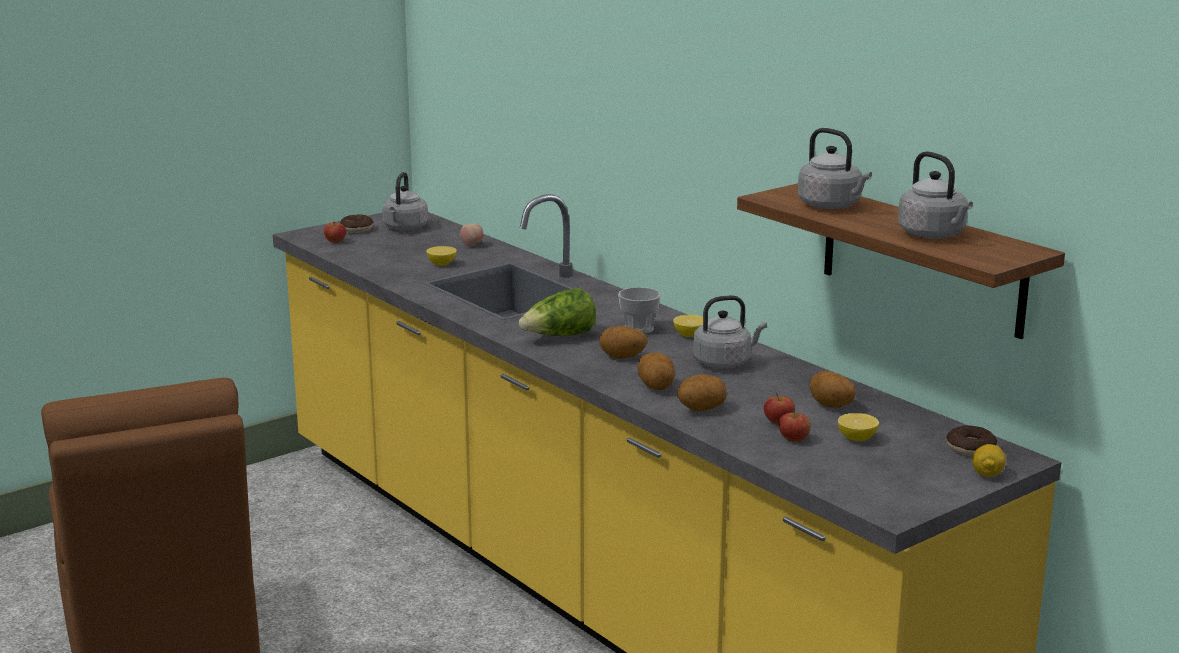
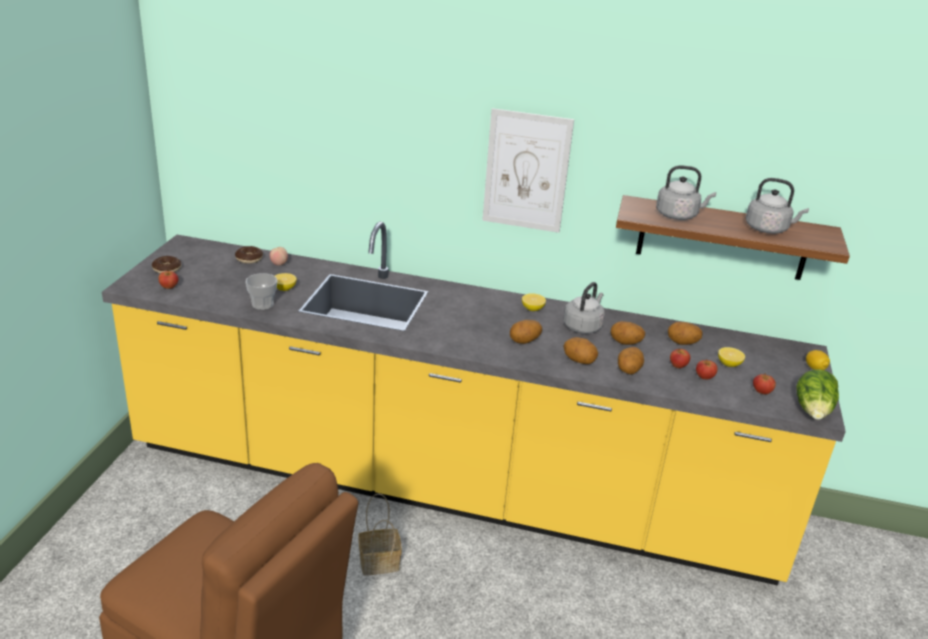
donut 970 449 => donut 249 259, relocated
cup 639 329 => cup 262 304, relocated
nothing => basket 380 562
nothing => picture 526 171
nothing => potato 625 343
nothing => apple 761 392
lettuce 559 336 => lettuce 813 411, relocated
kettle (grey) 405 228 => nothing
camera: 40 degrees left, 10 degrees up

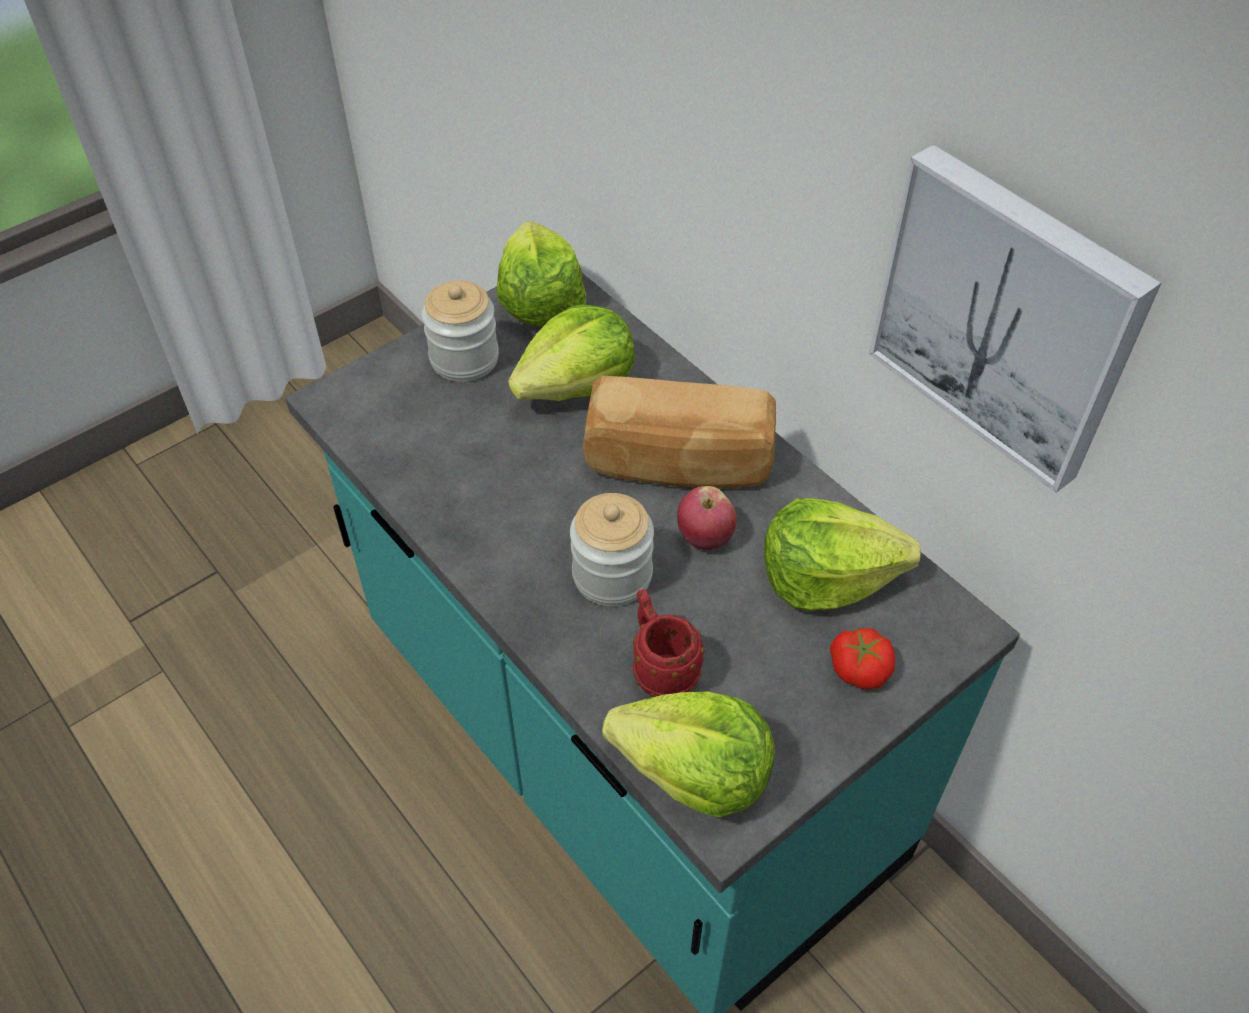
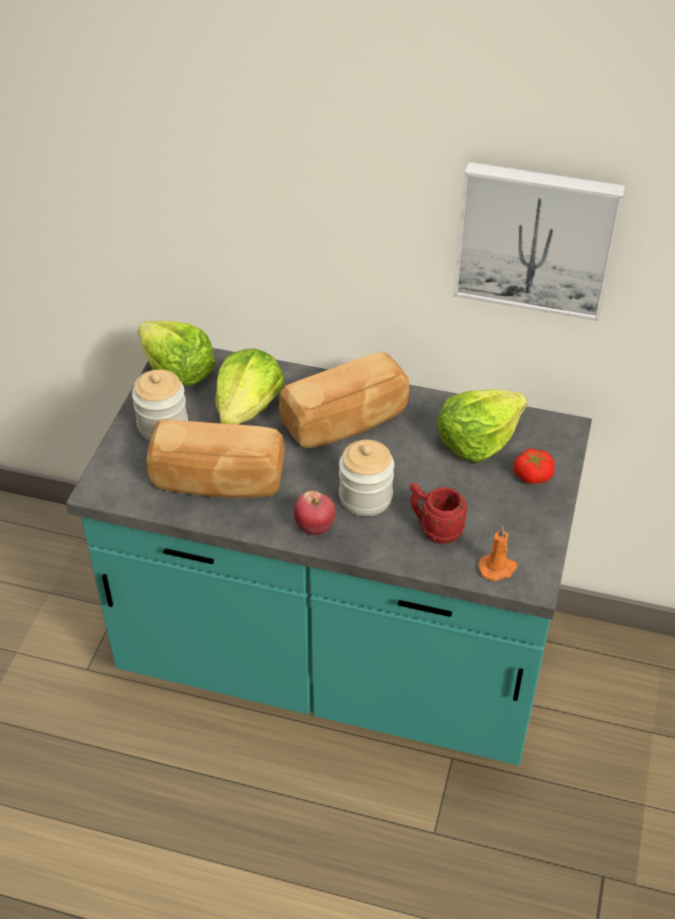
nothing => bread 217 480
apple 705 538 => apple 315 527, relocated
lettuce 694 774 => candle (orange) 498 568
camera: 35 degrees left, 5 degrees down

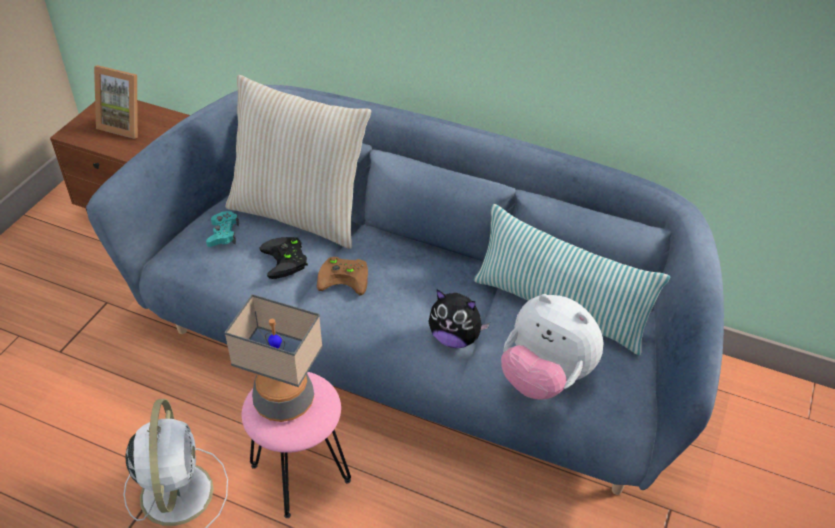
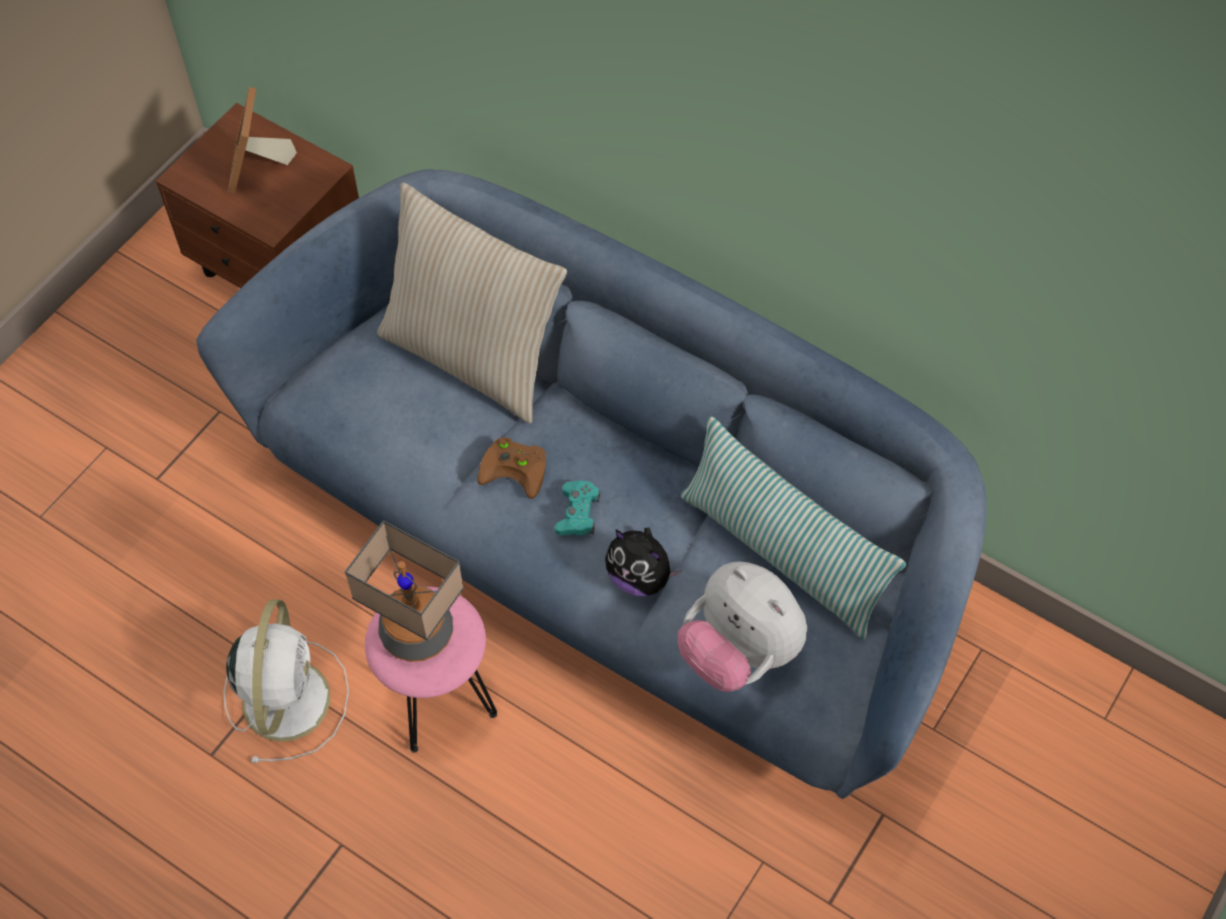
picture frame 126 124 => picture frame 258 169, 60 degrees clockwise
game controller (turquoise) 223 234 => game controller (turquoise) 577 513, relocated
game controller (black) 286 260 => nothing
camera: 10 degrees right, 15 degrees up

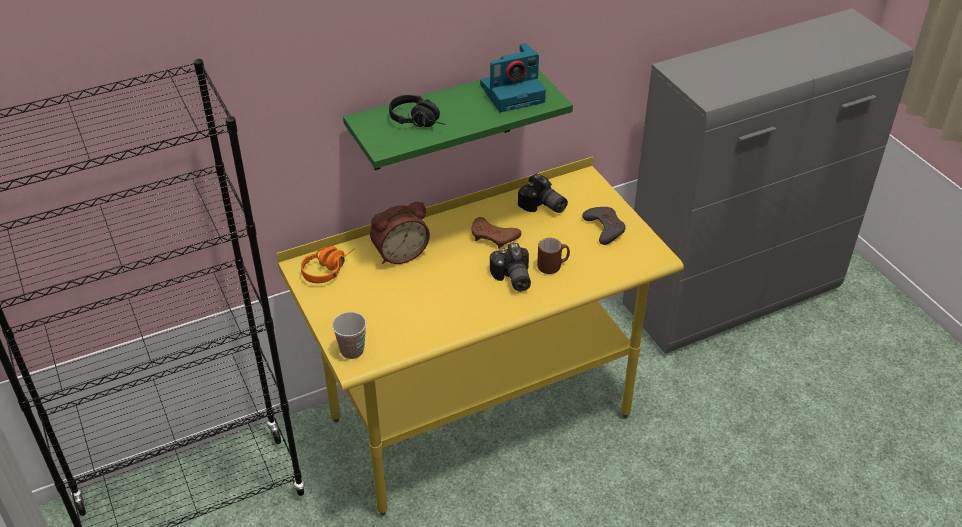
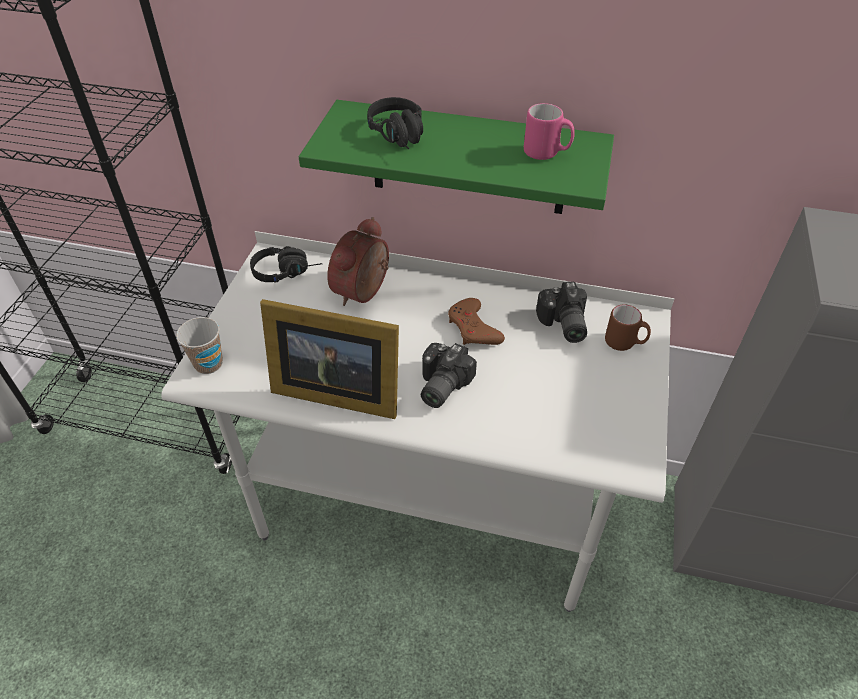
desk (yellow) 480 417 => desk (white) 429 507
headphones (orange) 328 268 => headphones (black) 287 271
nothing => picture frame 334 390
alarm clock 399 253 => alarm clock 365 292, 105 degrees clockwise
photo camera 513 92 => mug (pink) 546 153
mug (brown) 553 266 => mug (brown) 624 343, relocated
game controller (grey) 604 228 => nothing
camera: 40 degrees right, 5 degrees up

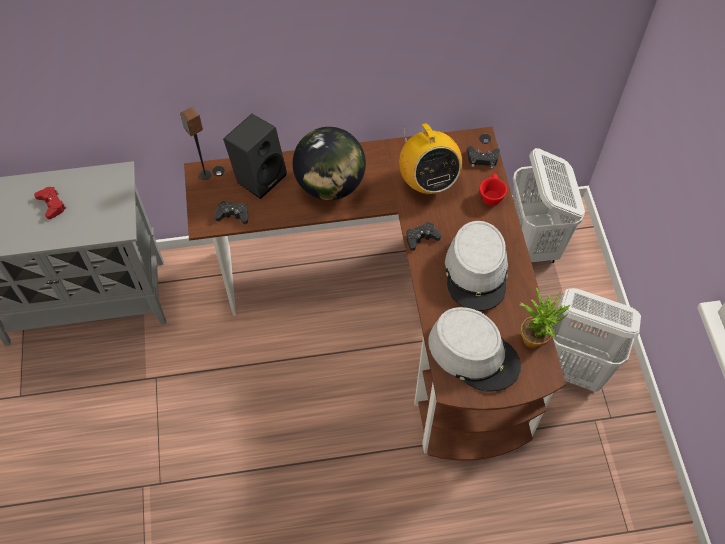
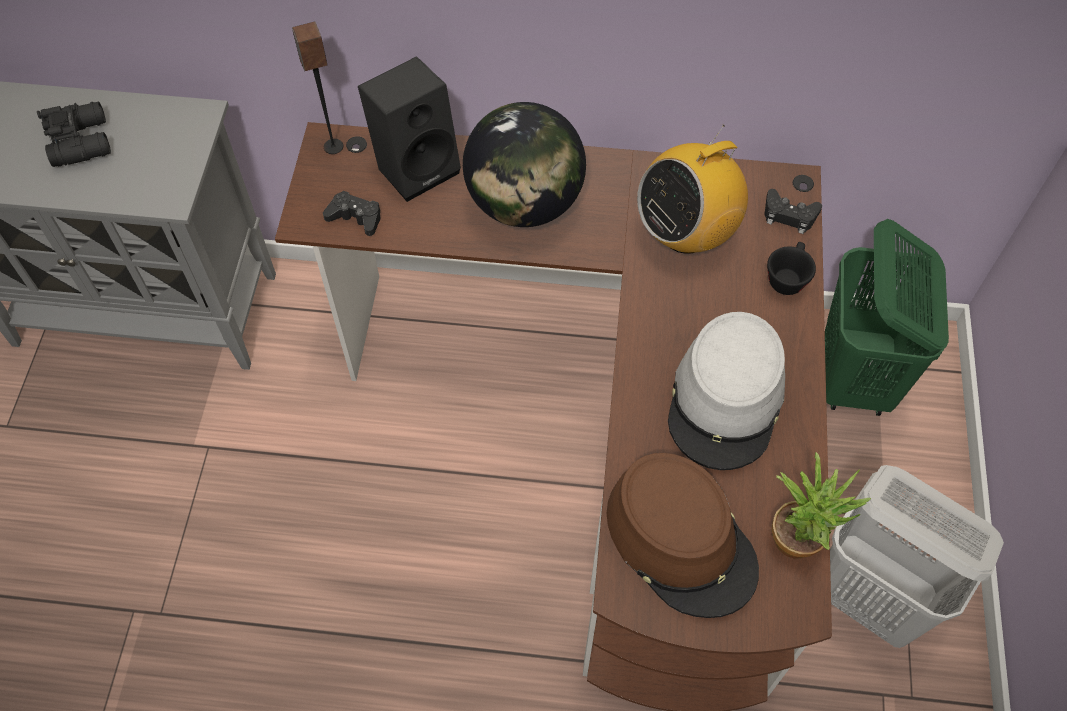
game controller (red) 52 204 => binoculars (black) 82 140
hat (grey) 474 353 => hat (brown) 681 540
radio 427 182 => radio 686 232, 60 degrees clockwise
cup (red) 491 195 => cup (black) 787 277
laundry basket (white) 534 244 => laundry basket (green) 854 378
game controller (black) 421 238 => nothing
camera: 15 degrees right, 0 degrees up

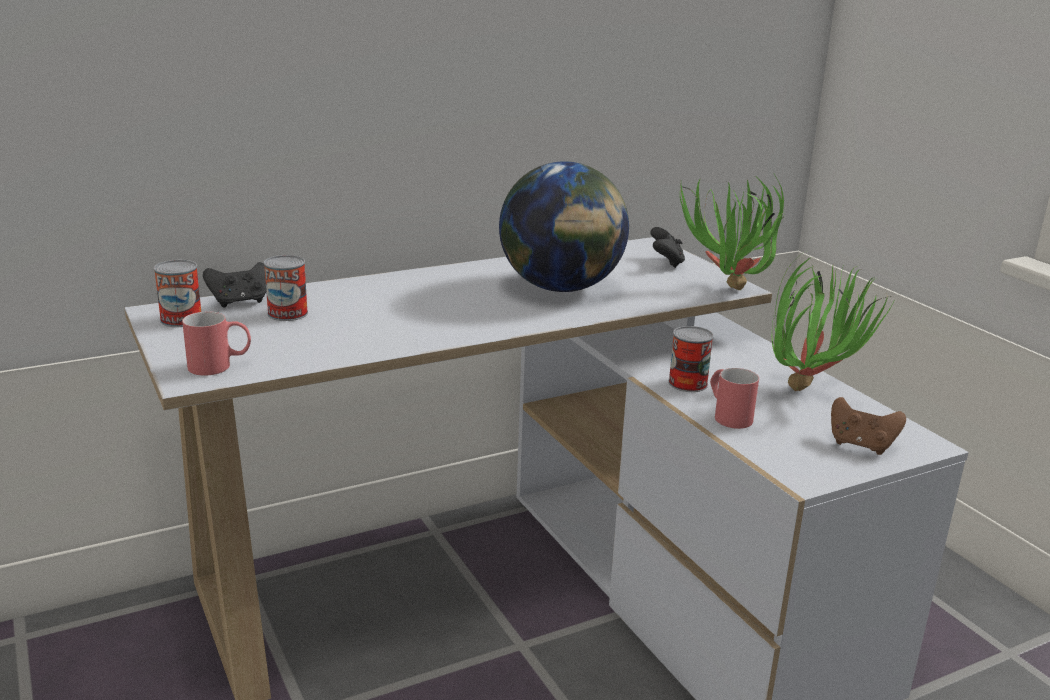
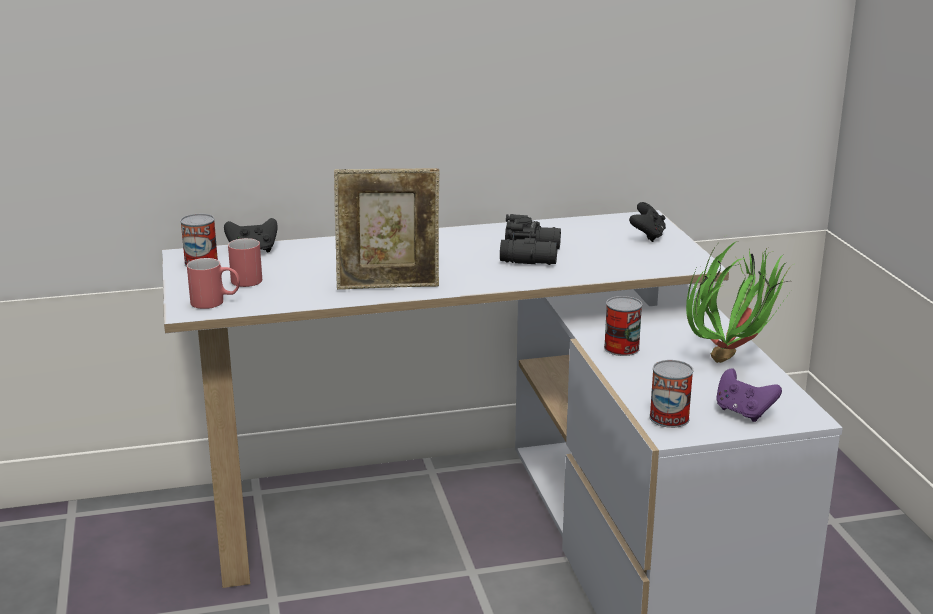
mug (red) 727 415 => mug (red) 246 278, relocated
nothing => picture frame 389 286
globe 561 288 => binoculars (black) 532 255
can 287 313 => can 669 418, relocated
game controller (brown) 860 445 => game controller (purple) 743 412
potted plant 729 293 => nothing
camera: 15 degrees right, 0 degrees up

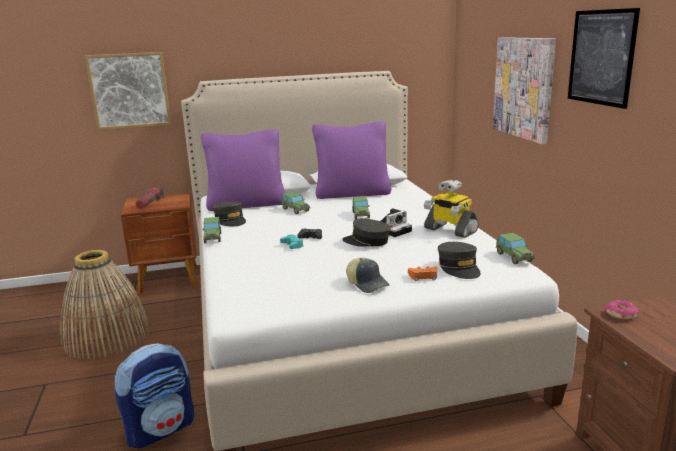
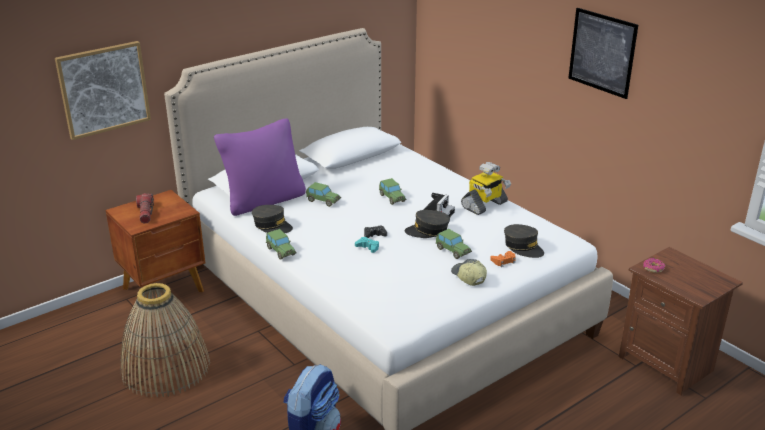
toy car 513 257 => toy car 452 251, relocated
cap 367 284 => cap 468 277, 150 degrees counterclockwise
toy robot 450 230 => toy robot 484 205, 60 degrees counterclockwise
pillow (purple) 352 193 => nothing
picture 523 88 => nothing
camera: 25 degrees left, 10 degrees up

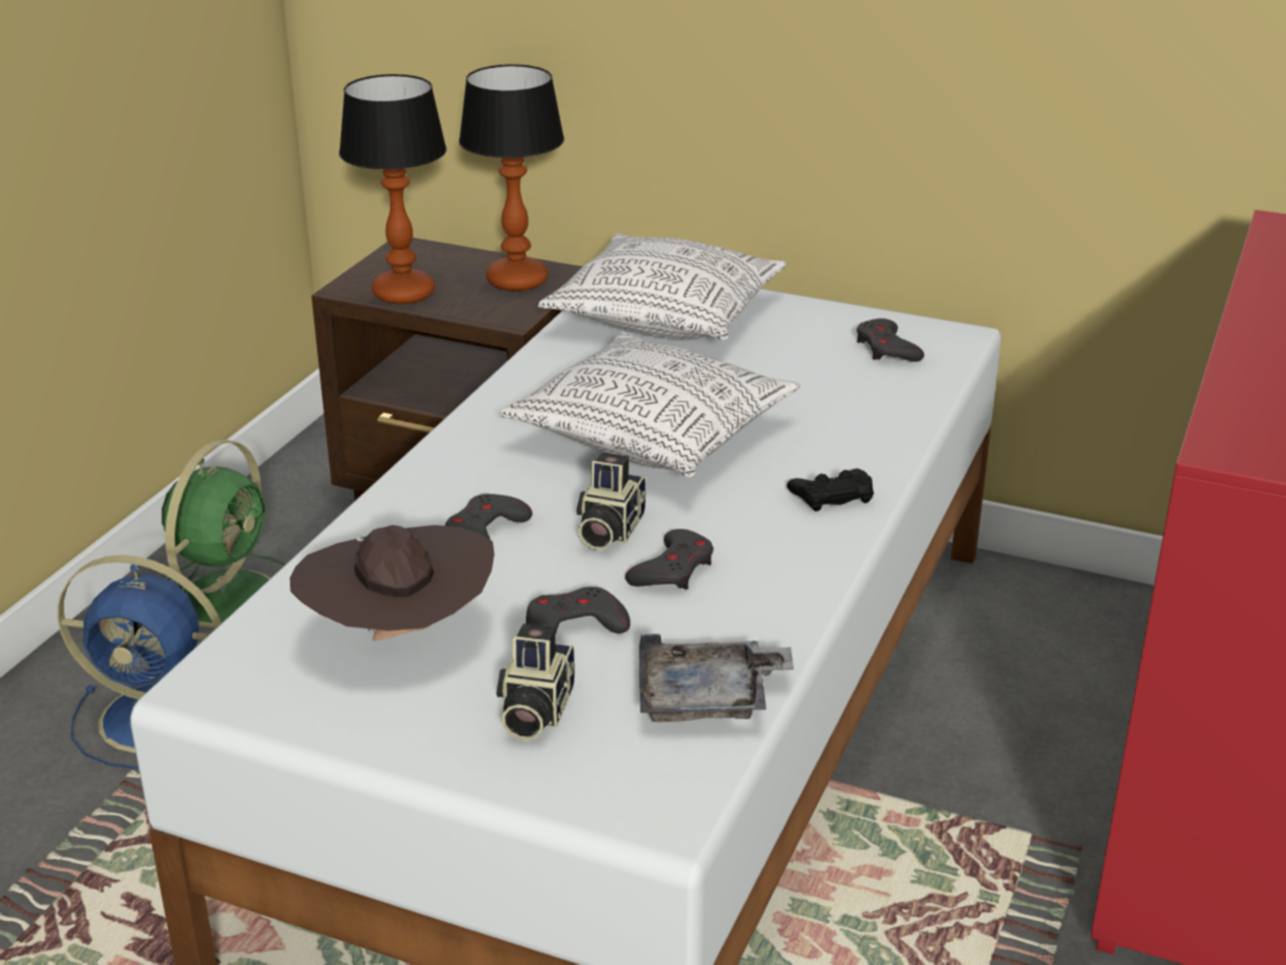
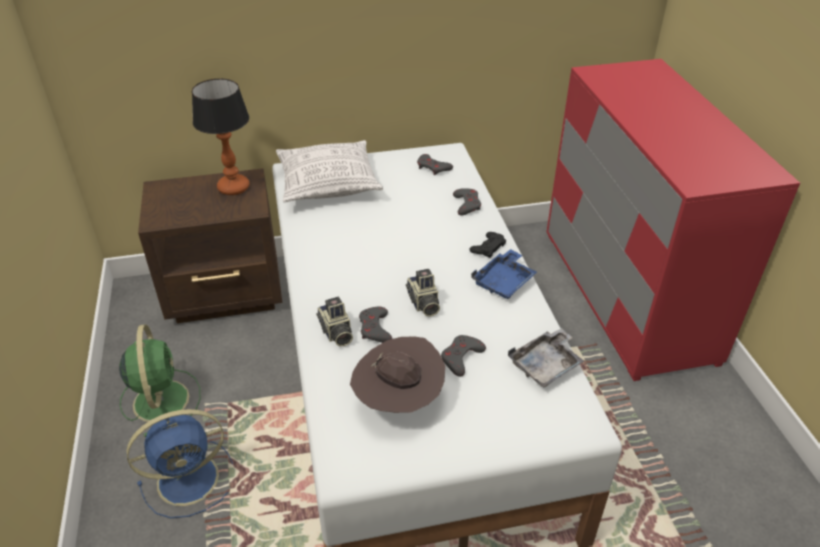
photo camera 533 711 => photo camera 336 333, relocated
game controller (grey) 673 569 => game controller (grey) 467 204, relocated
nothing => tray (blue) 504 282
table lamp 403 293 => nothing
pillow 653 435 => nothing
camera: 35 degrees left, 10 degrees up

